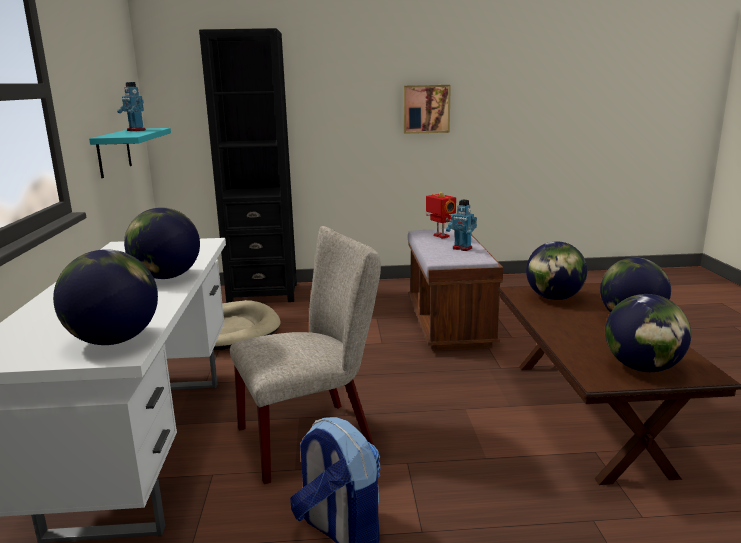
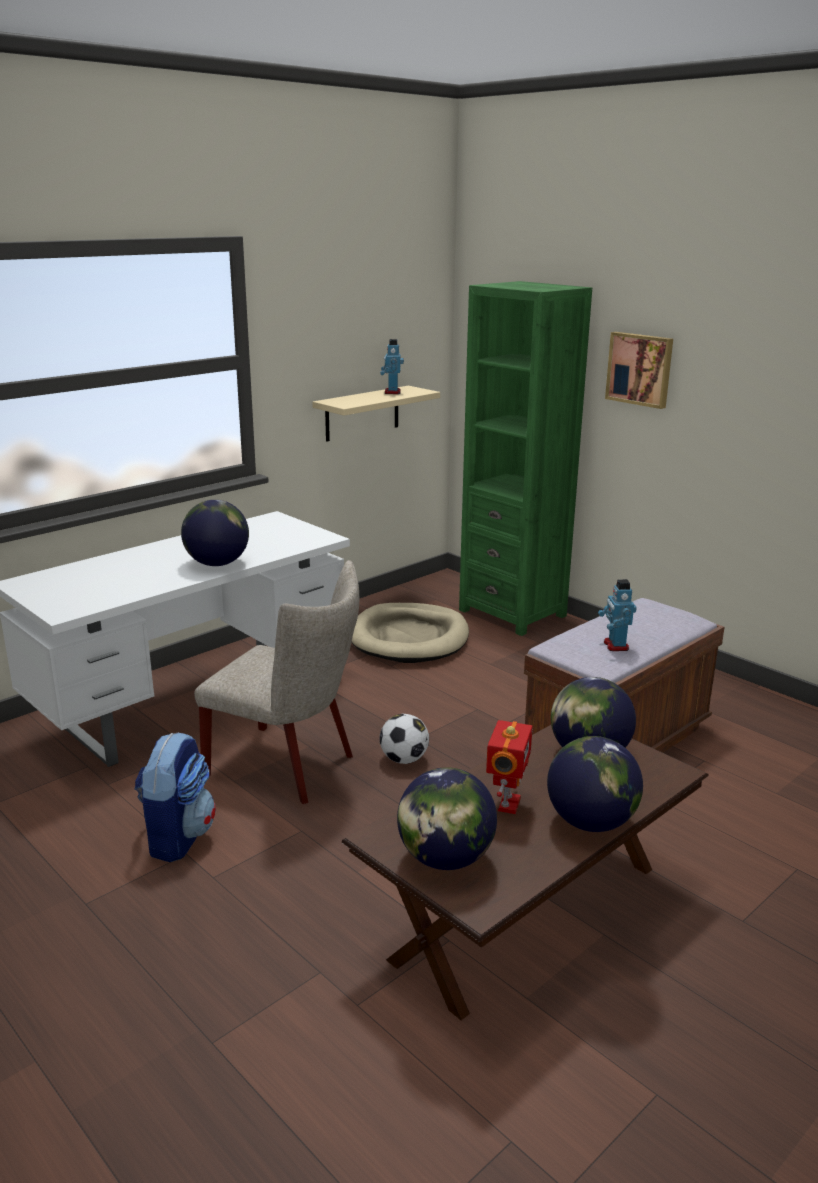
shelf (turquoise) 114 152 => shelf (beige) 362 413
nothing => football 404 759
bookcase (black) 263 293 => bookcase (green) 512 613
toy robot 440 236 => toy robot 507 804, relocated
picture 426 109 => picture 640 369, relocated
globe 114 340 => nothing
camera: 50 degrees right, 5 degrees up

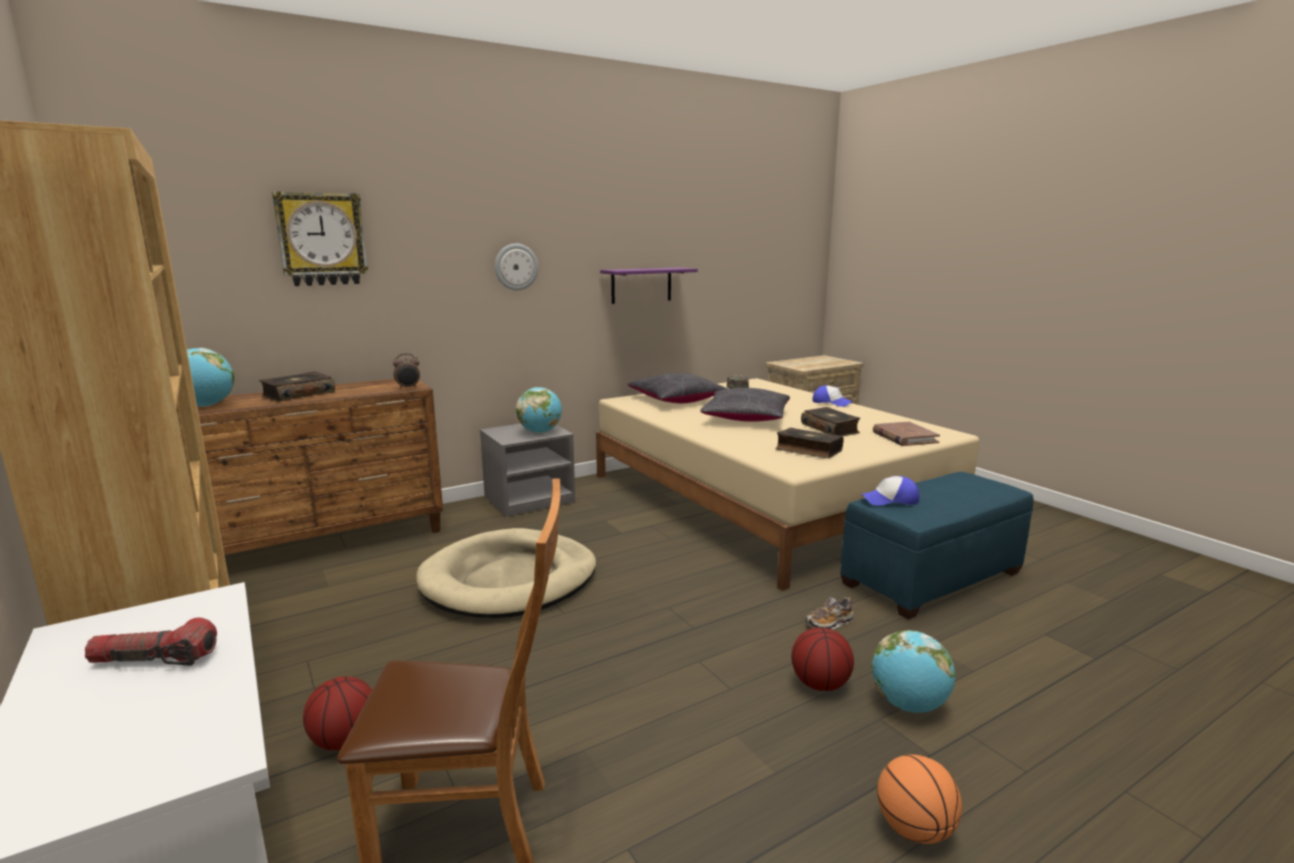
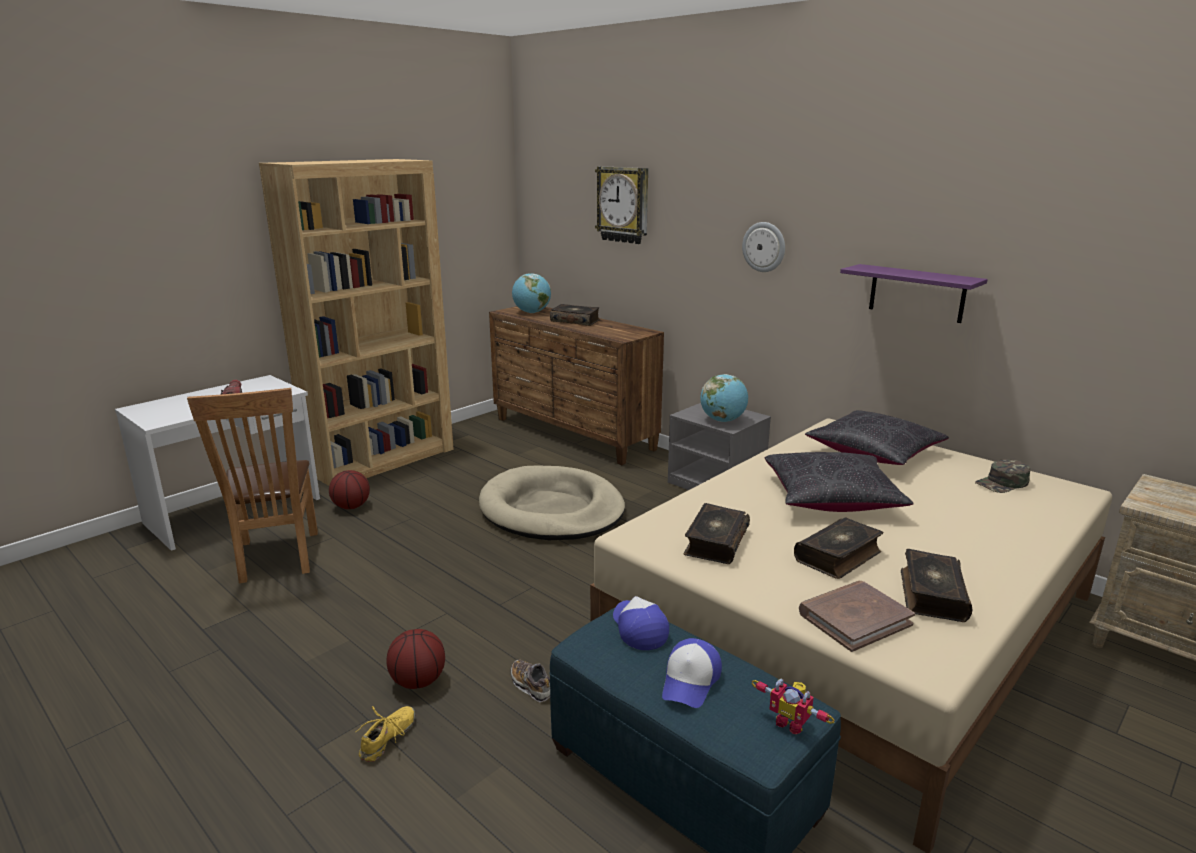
globe 908 705 => shoe (yellow) 388 739
cap 831 403 => cap 690 681, relocated
nothing => toy robot 791 723
nothing => book 931 595
alarm clock 408 388 => nothing
basketball 914 830 => nothing
camera: 75 degrees right, 5 degrees up

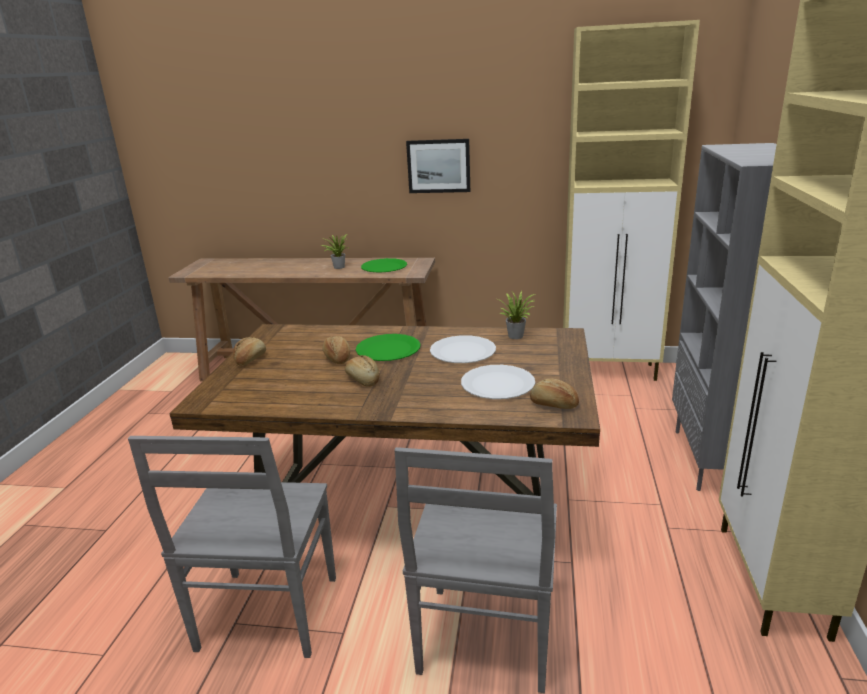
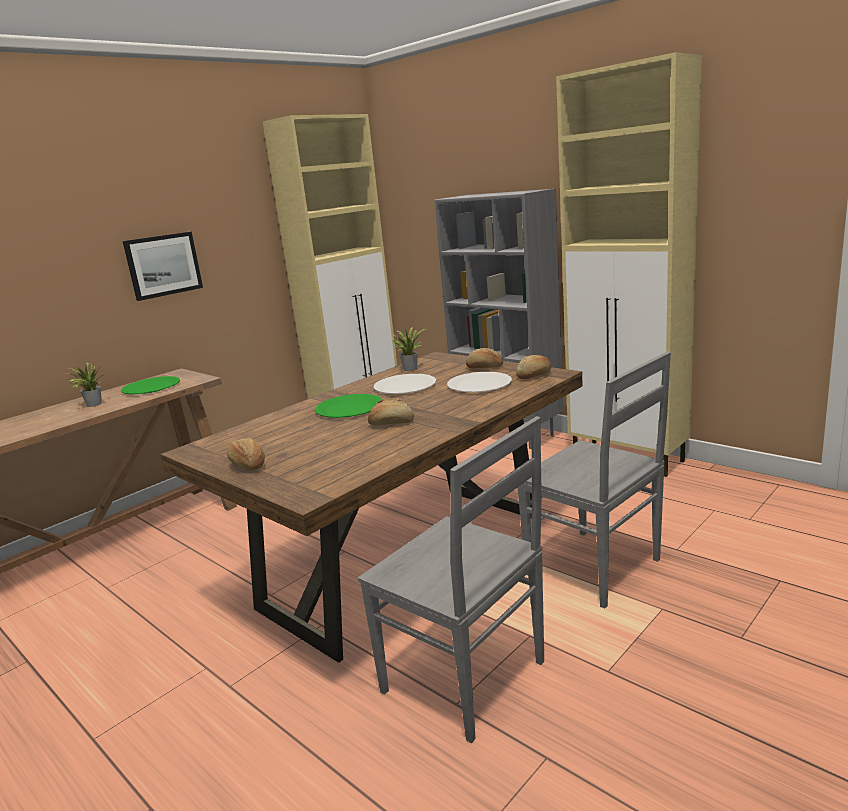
bread 337 358 => bread 484 367, relocated
camera: 55 degrees left, 5 degrees down

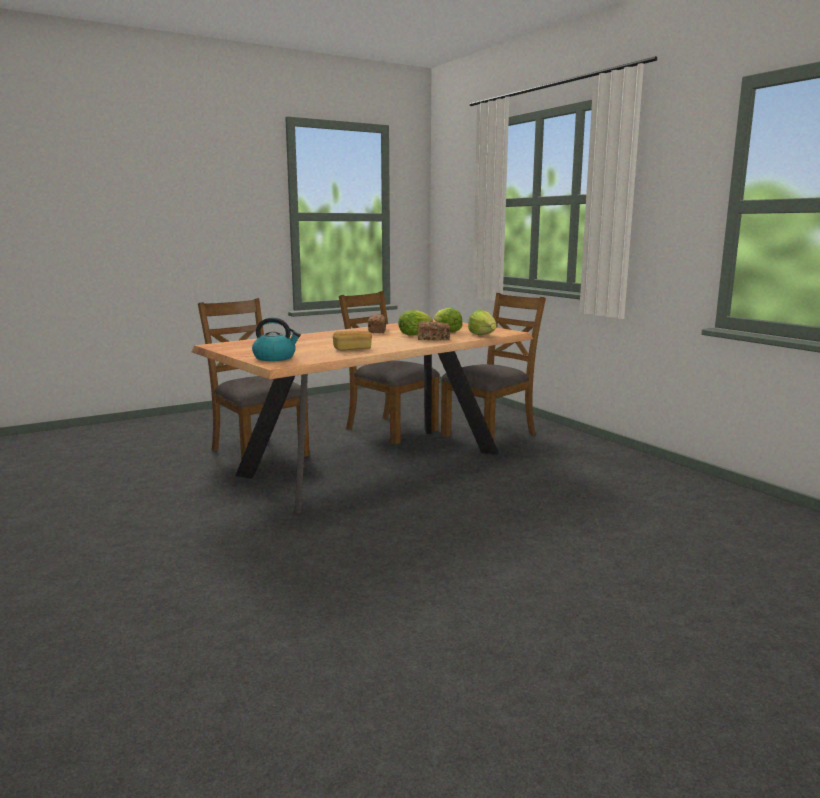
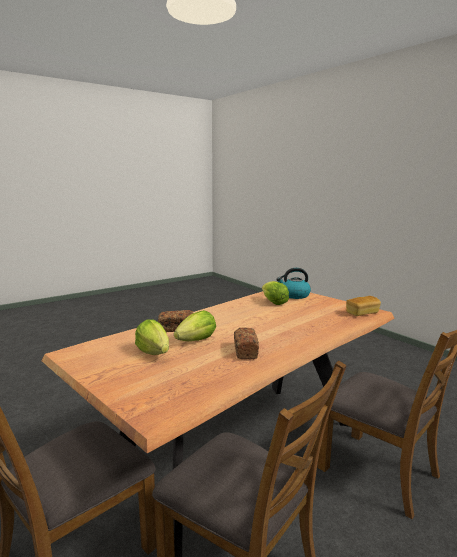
lettuce 482 335 => lettuce 274 303, relocated
bread 352 349 => bread 362 313, relocated
camera: 175 degrees right, 0 degrees up

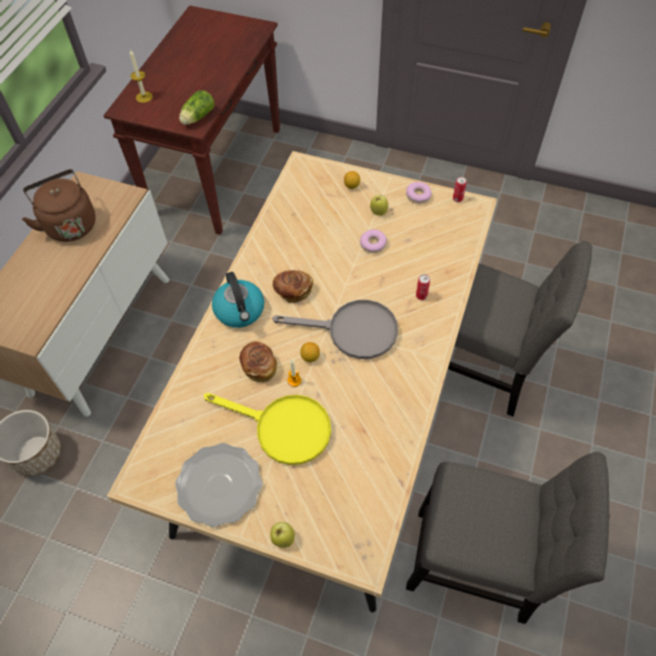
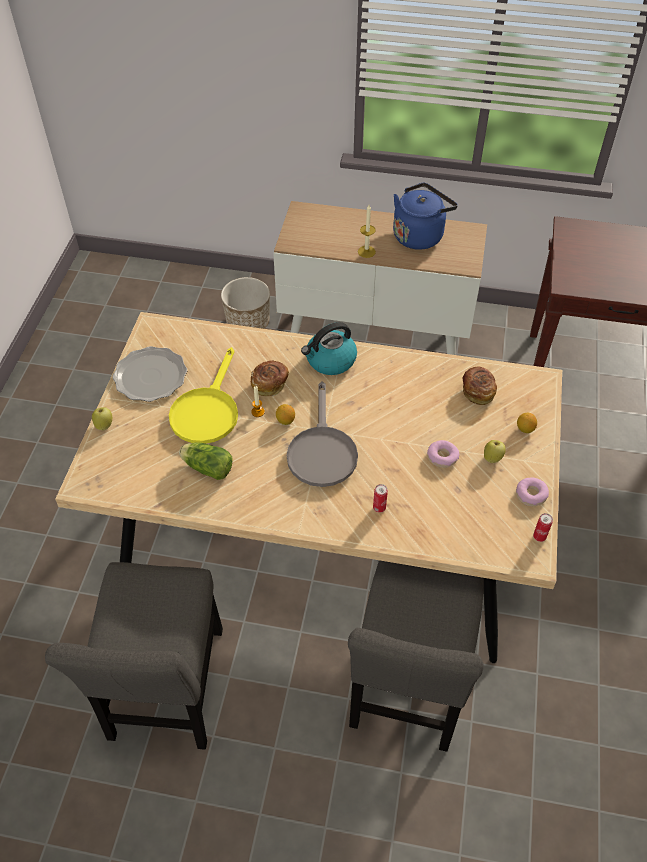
lettuce 197 118 => lettuce 206 467, relocated
candle 144 97 => candle 366 251, relocated
kettle (brown) 69 224 => kettle (blue) 419 235
bread 293 291 => bread 477 391, relocated
camera: 80 degrees right, 5 degrees down

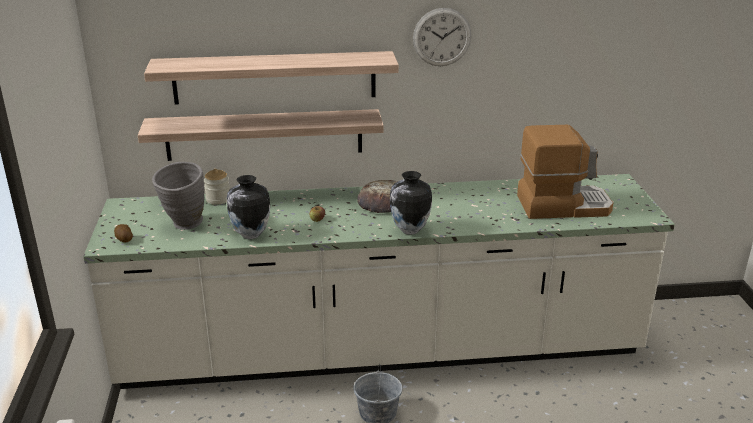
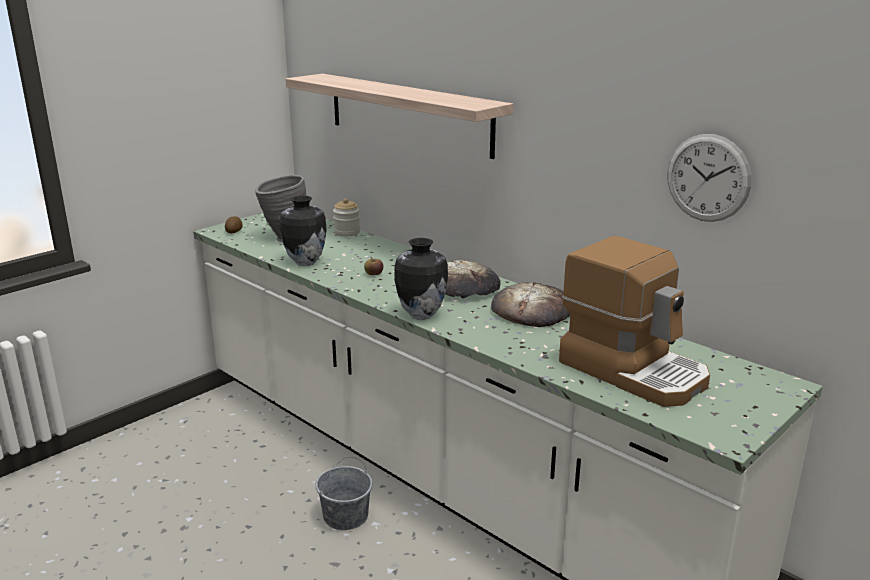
nothing => bread 532 310
wall clock 442 37 => wall clock 708 178, relocated
shelf 264 135 => nothing
camera: 50 degrees right, 5 degrees down

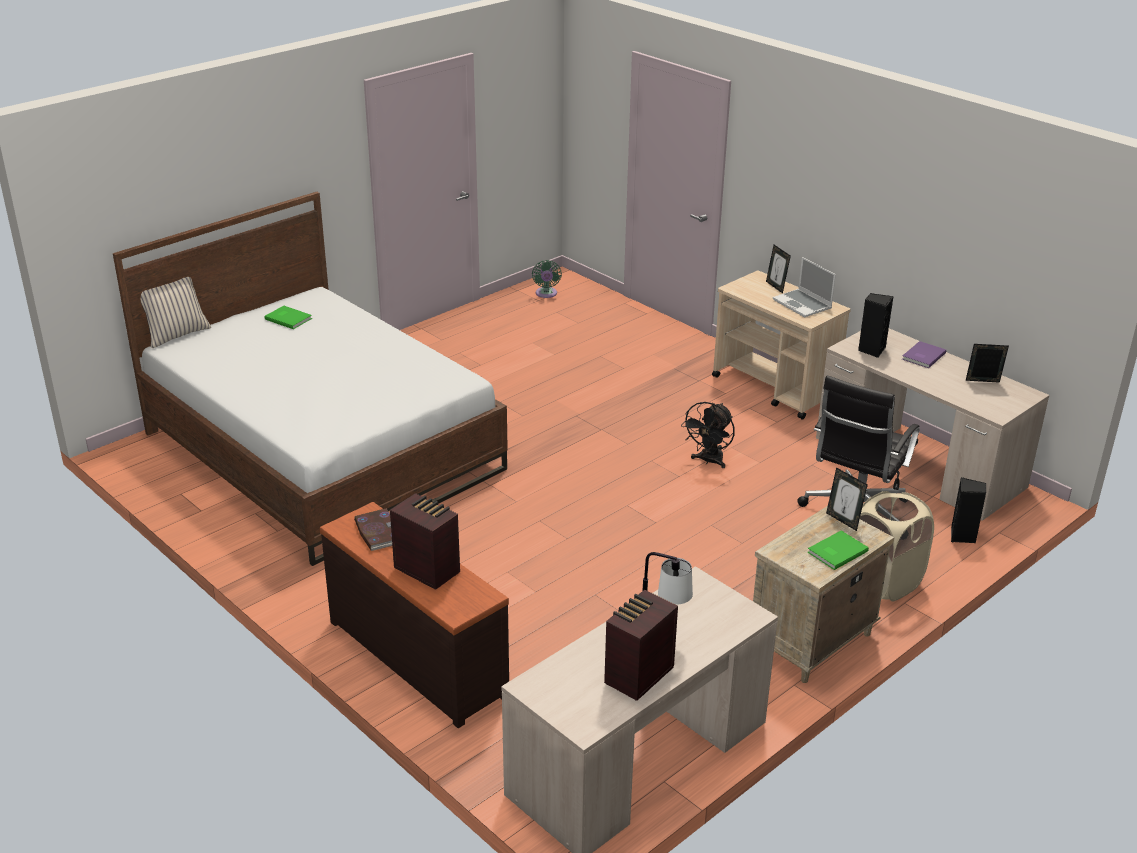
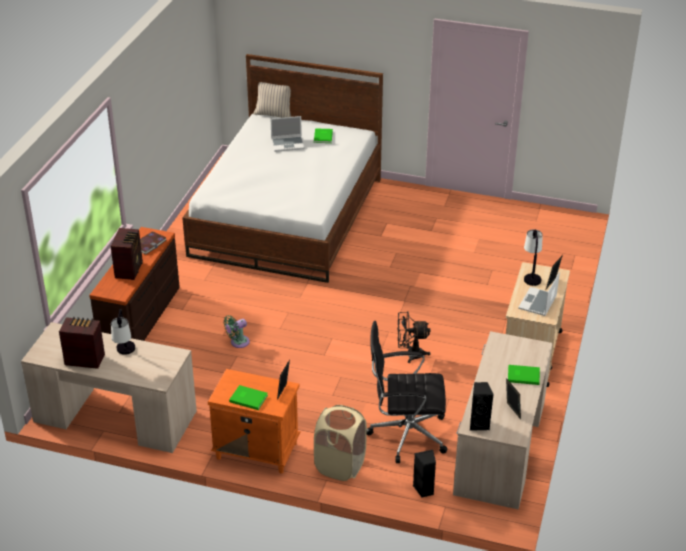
nightstand (beige) 811 642 => nightstand (orange) 255 451
fan (green) 546 294 => fan (green) 238 342, relocated
nothing => laptop 288 144
speaker (black) 871 350 => speaker (black) 479 424, relocated
book (purple) 922 356 => book (green) 523 375
nothing => table lamp 531 275
camera: 60 degrees right, 5 degrees up

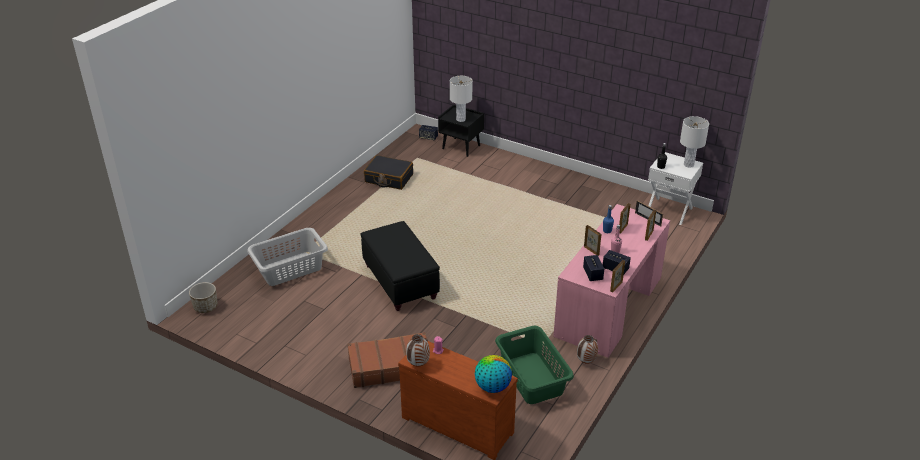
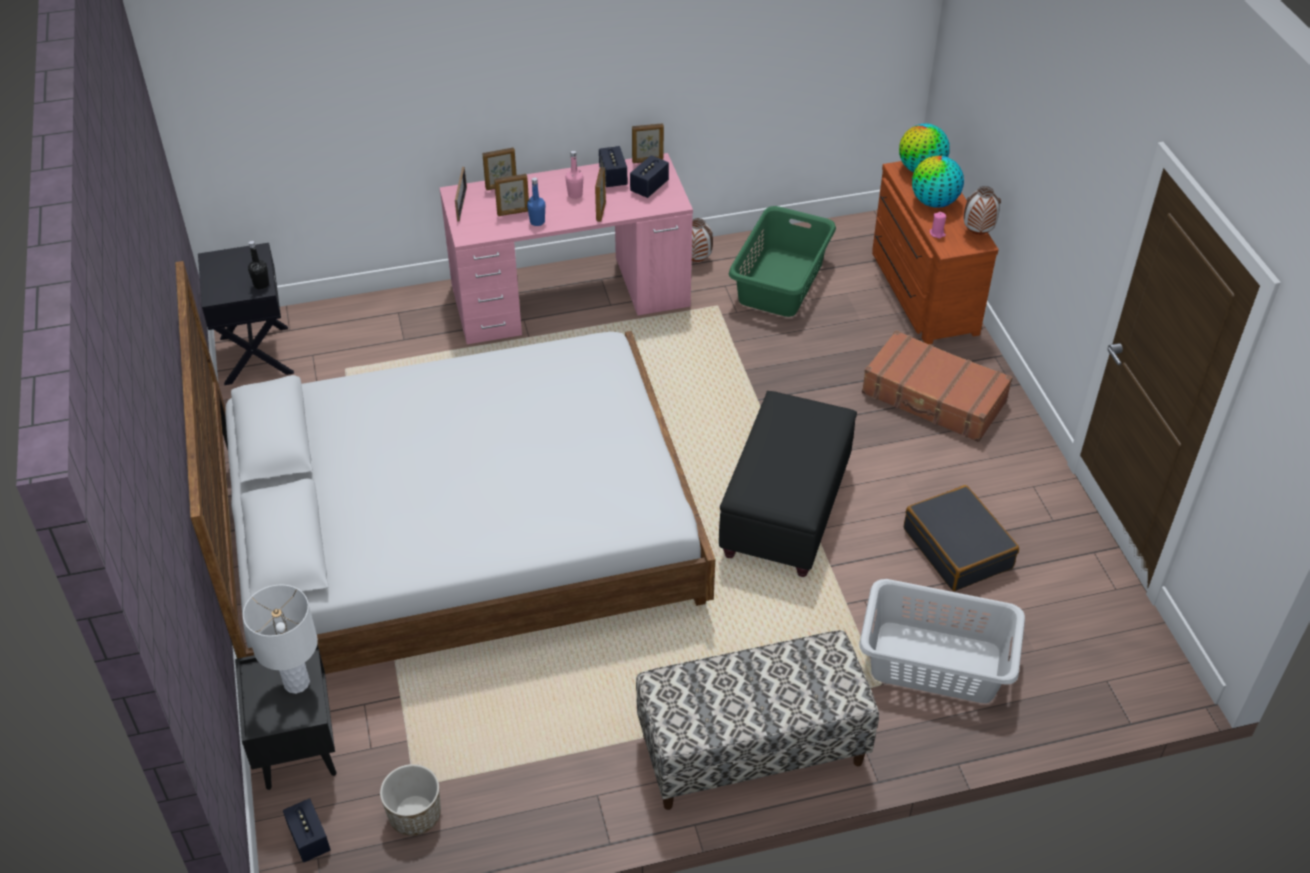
nothing => bed 460 536
nightstand (white) 669 210 => nightstand (black) 255 355
planter 205 307 => planter 415 815, relocated
nothing => bench 751 750
suitcase (black) 389 178 => suitcase (black) 958 548, relocated
nothing => globe 934 202
table lamp (white) 689 164 => nothing
camera: 135 degrees left, 10 degrees up

